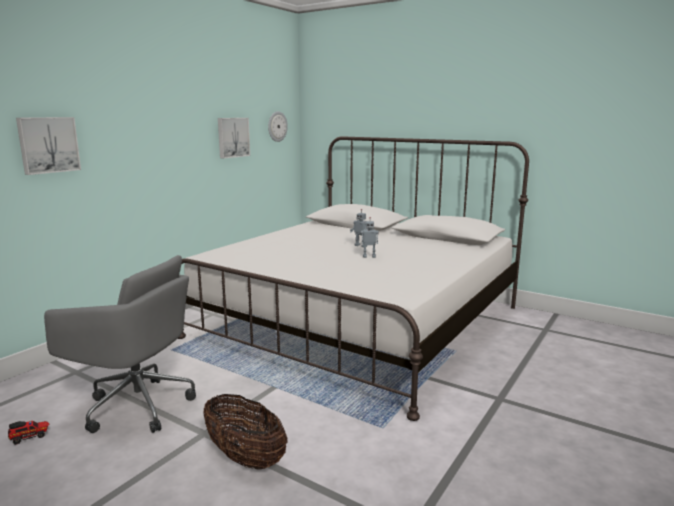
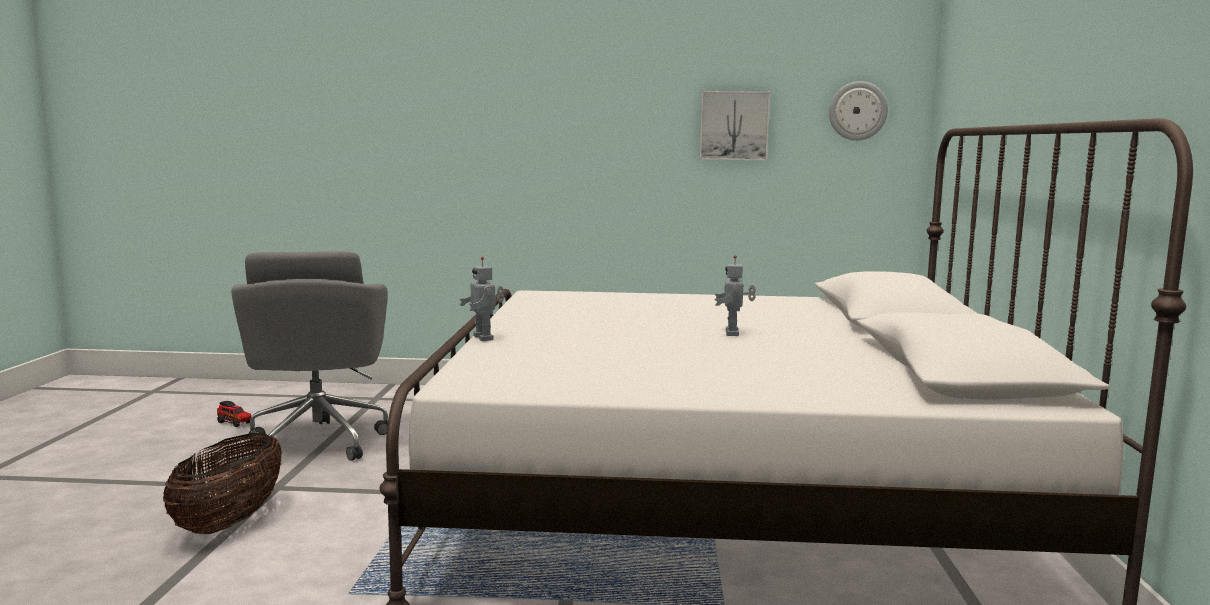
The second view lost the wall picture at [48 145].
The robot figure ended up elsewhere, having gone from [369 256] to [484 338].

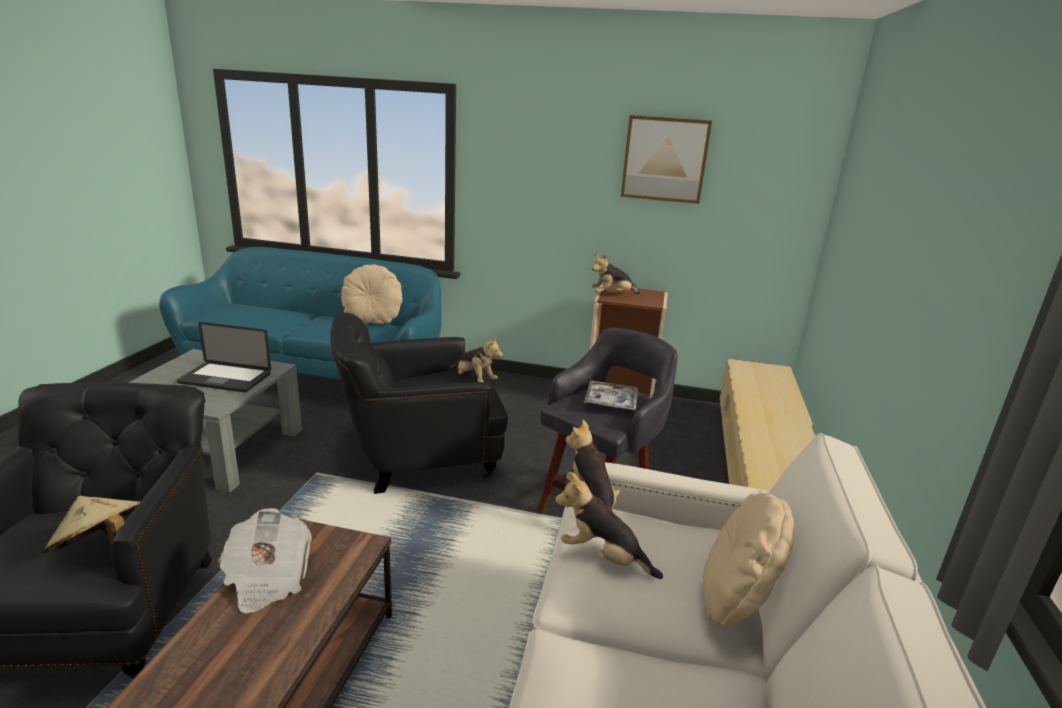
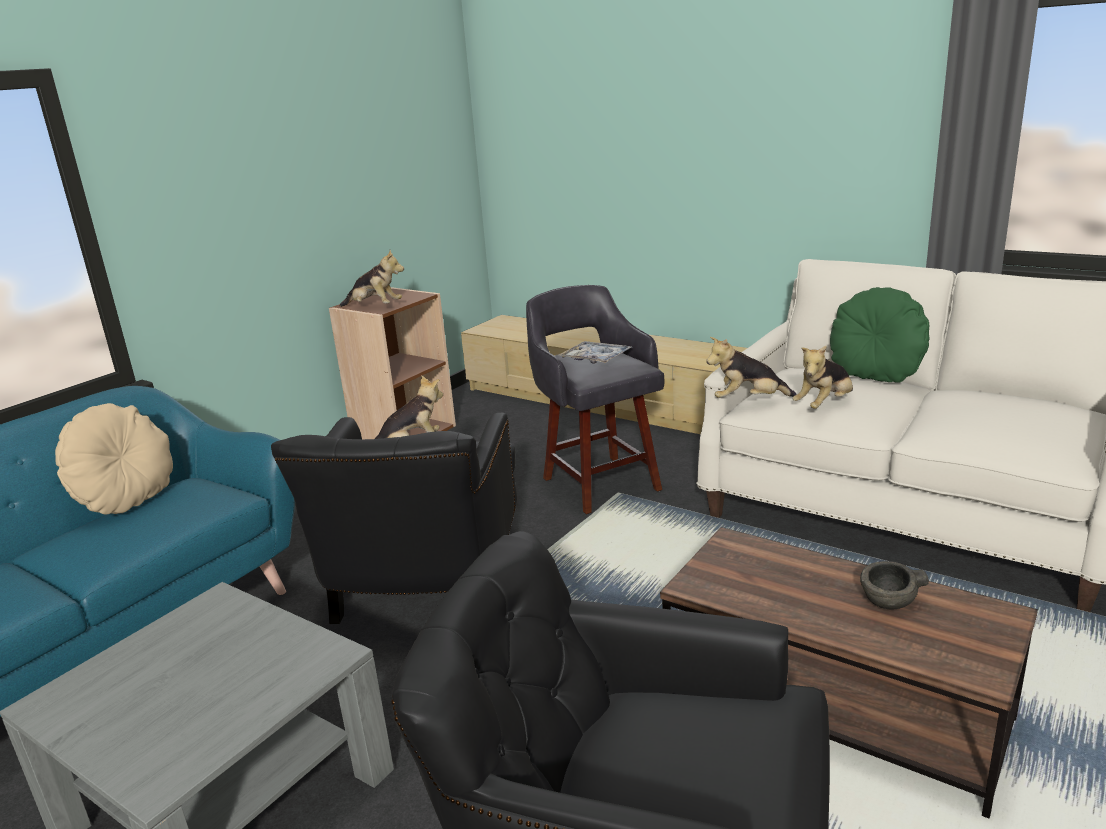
The second view lost the wall picture at [664 159].
The soft toy at [612 295] ended up facing another way, 75 degrees counterclockwise from before.
The second view lost the portable computer at [225 379].
What was the beige cushion at [735 603] turned into the greenish cushion at [875 376].
The second view lost the beige clothing hat at [101 549].
The second view lost the newspaper at [267 578].
The second view gained the greyish deep dish at [888 602].

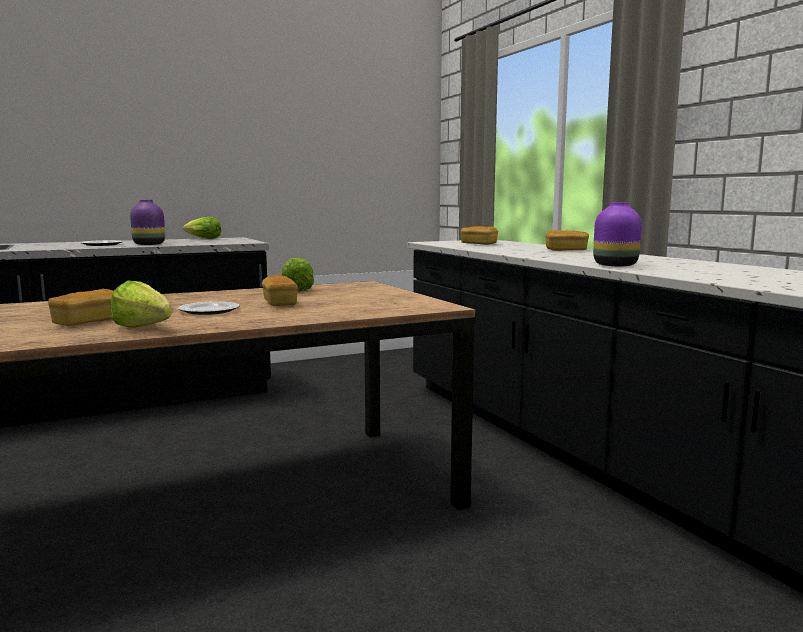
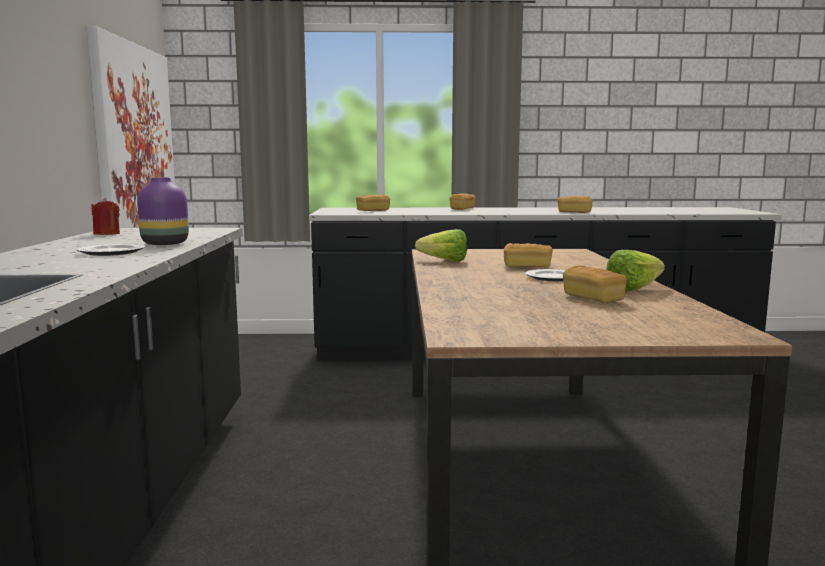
Where the purplish vase stood at [615 265], the bread came to stand at [574 212].
Where the head of lettuce stood at [203 239], the red wax candle came to stand at [106 234].
The second view gained the wall picture at [134 135].

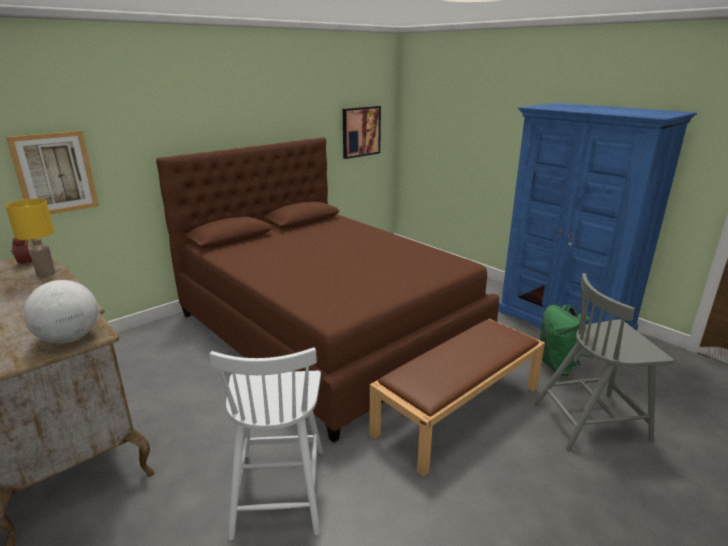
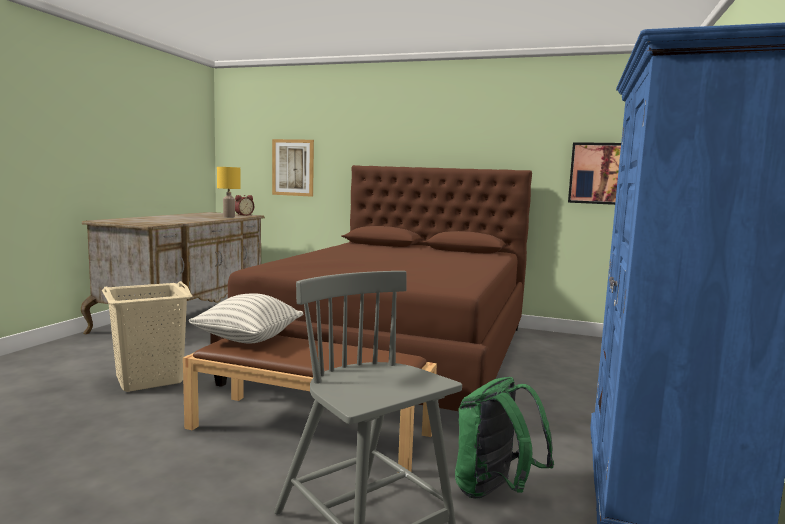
The second view lost the globe at [69 339].
Where the white upright chair stood at [279 489], the beige washing basket came to stand at [149 379].
The second view gained the cushion at [248 339].

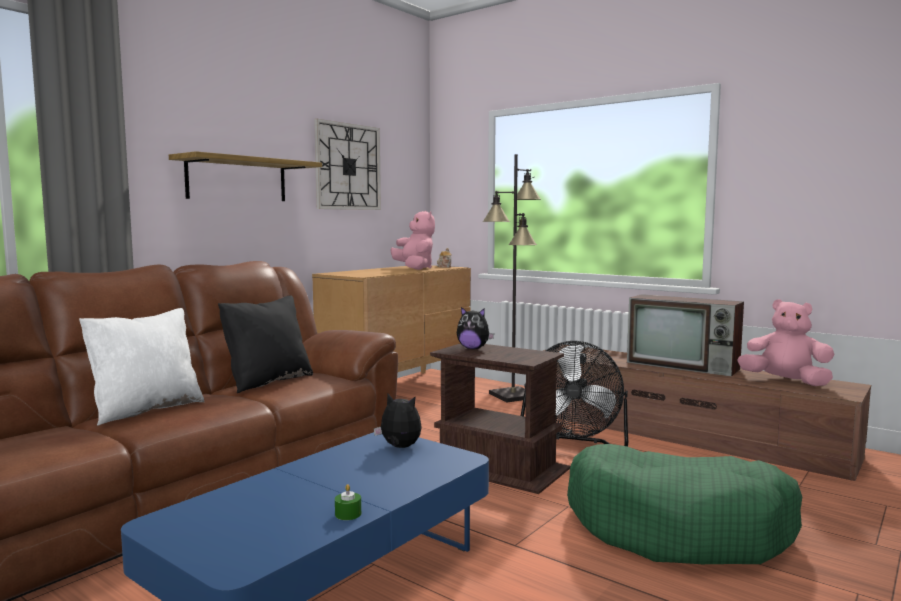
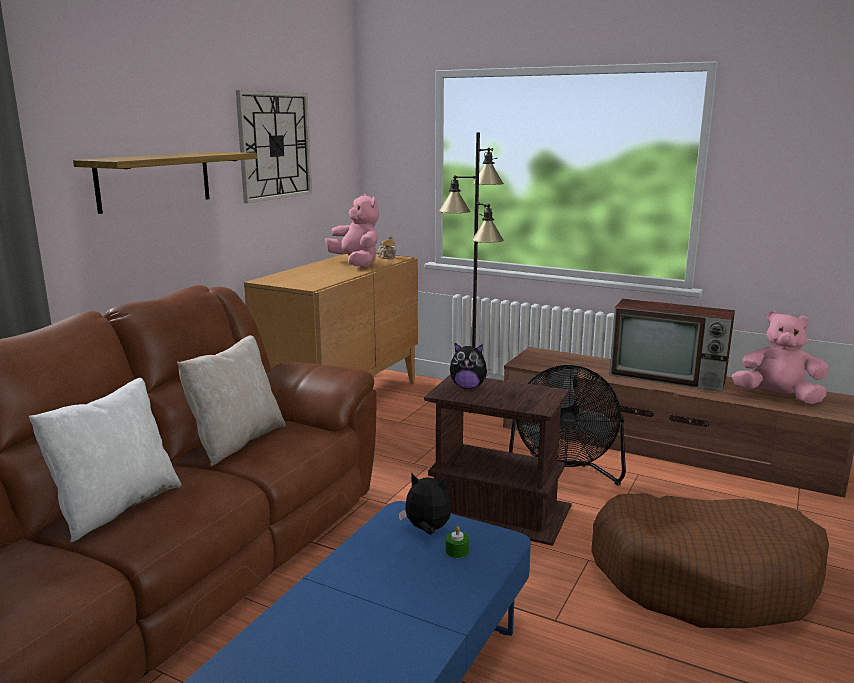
What was the black cushion at [267 381] turned into the beige cushion at [236 441].
What was the greenish dog cushion at [678 527] turned into the brown-coloured dog cushion at [705 578].
The greenish wax candle ended up elsewhere, having gone from [348 514] to [457 551].

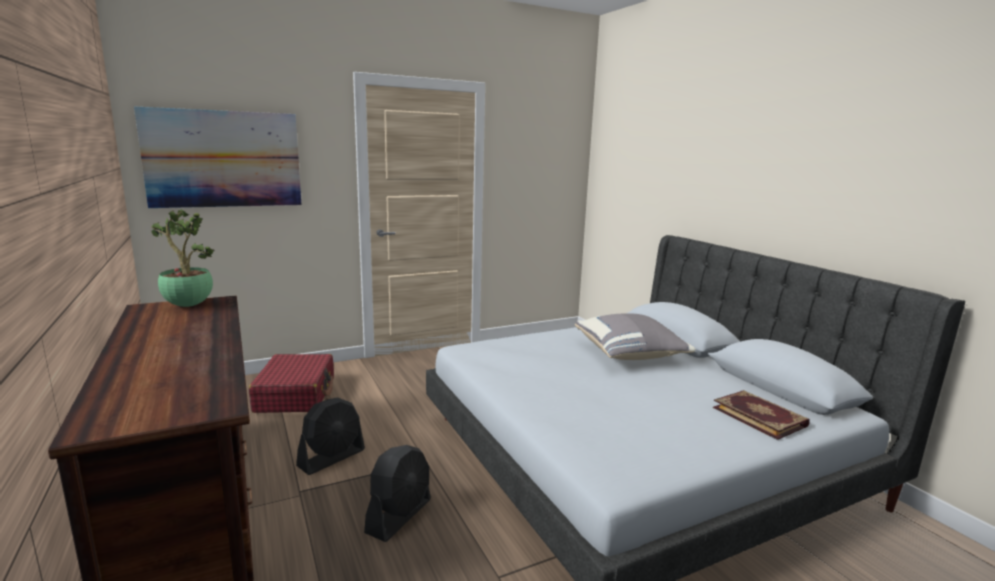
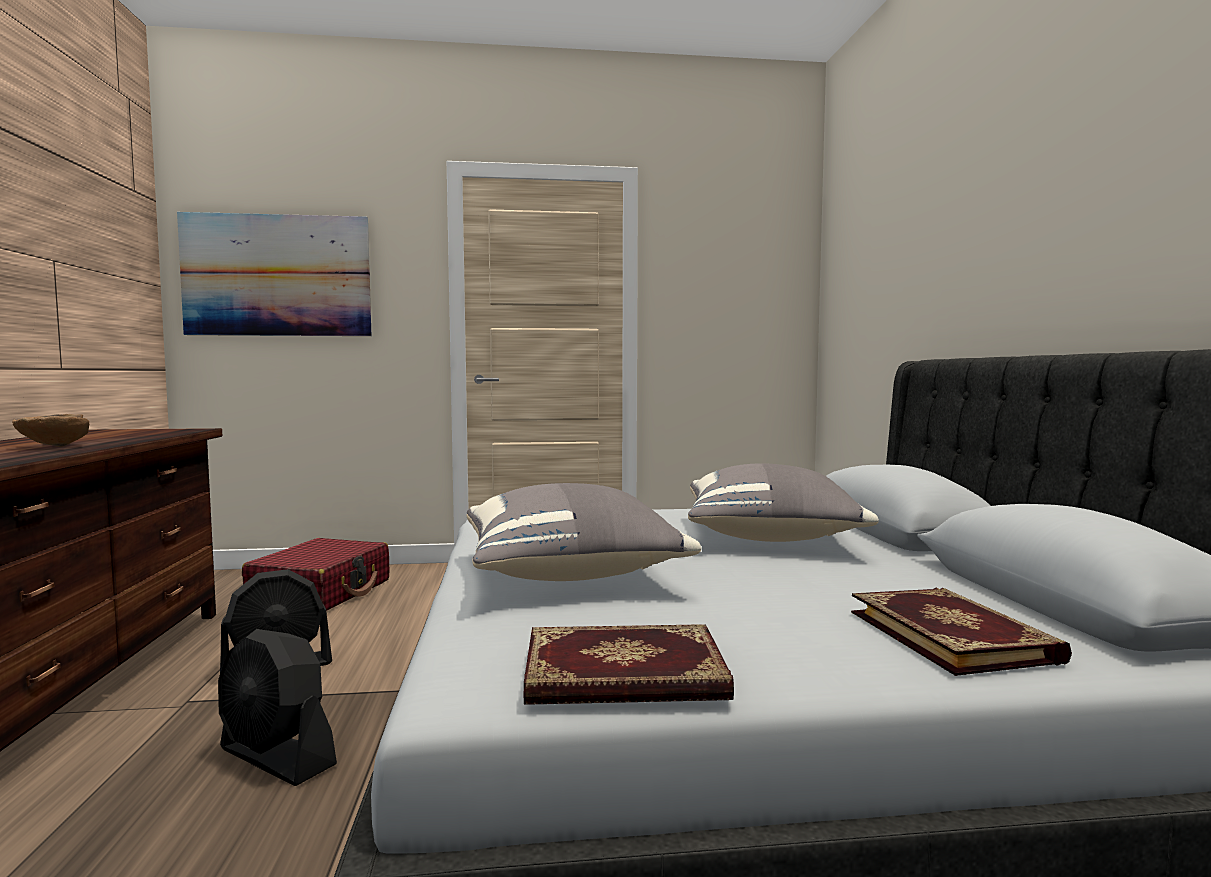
The second view lost the potted plant at [187 305].
The black fan at [399 516] ended up facing another way, 75 degrees clockwise from before.
The second view gained the brown-coloured deep dish at [52 447].
The second view gained the greyish cushion at [572 574].
The second view gained the bound book at [624 675].

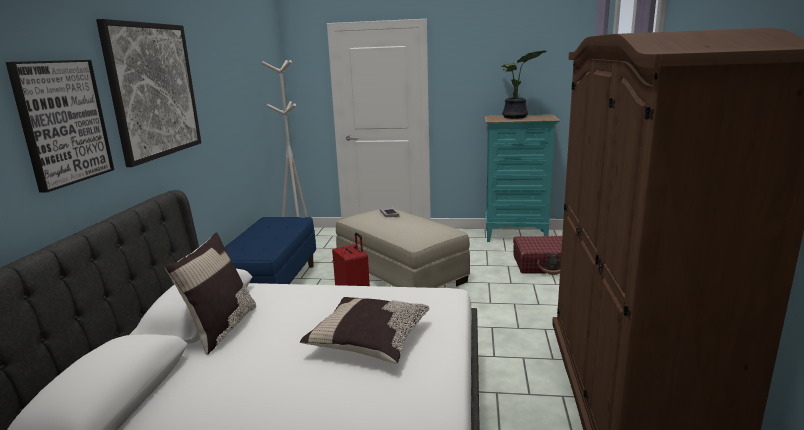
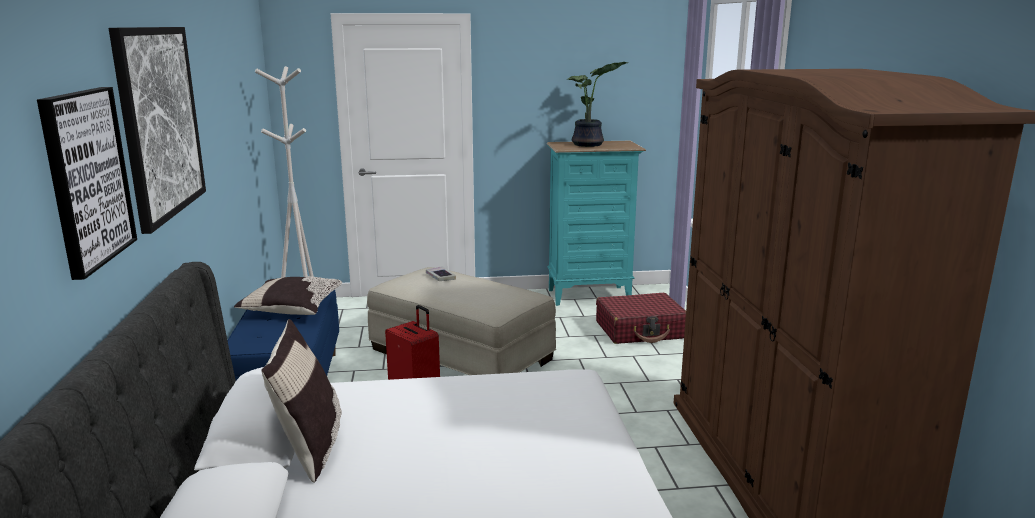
The cushion ended up elsewhere, having gone from [369 341] to [292 308].

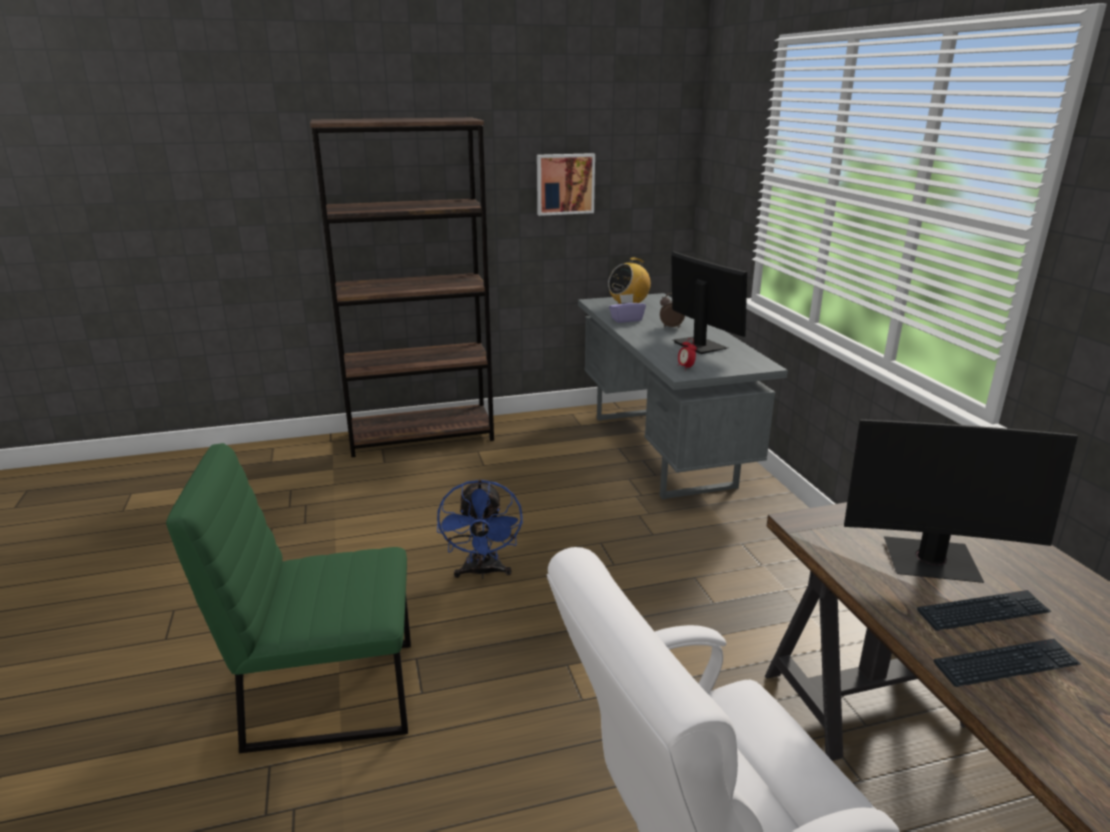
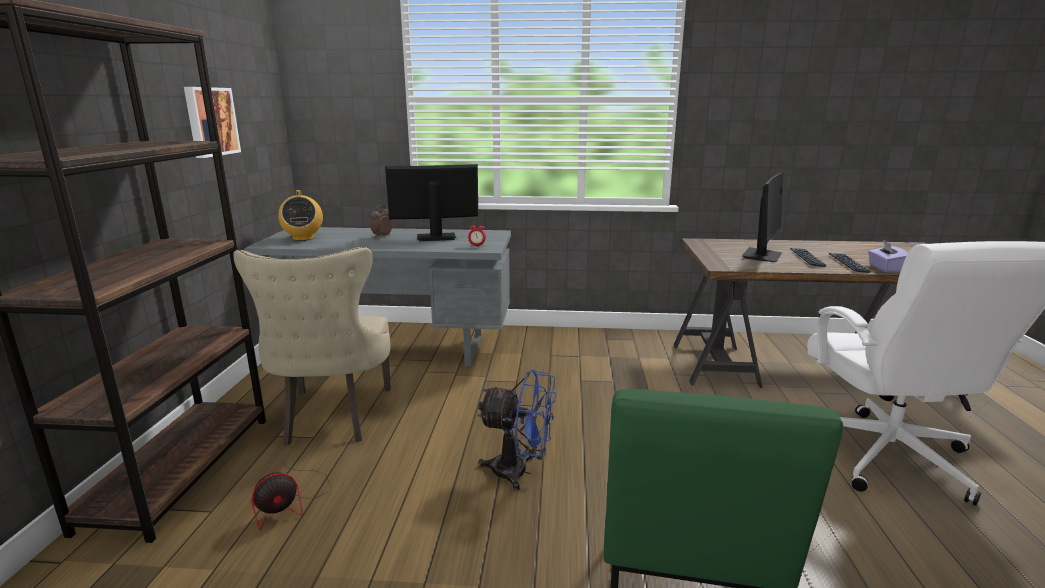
The purplish box of tissues ended up elsewhere, having gone from [626 319] to [885 268].
The second view gained the beige upright chair at [333 417].
The second view gained the fan at [290 502].

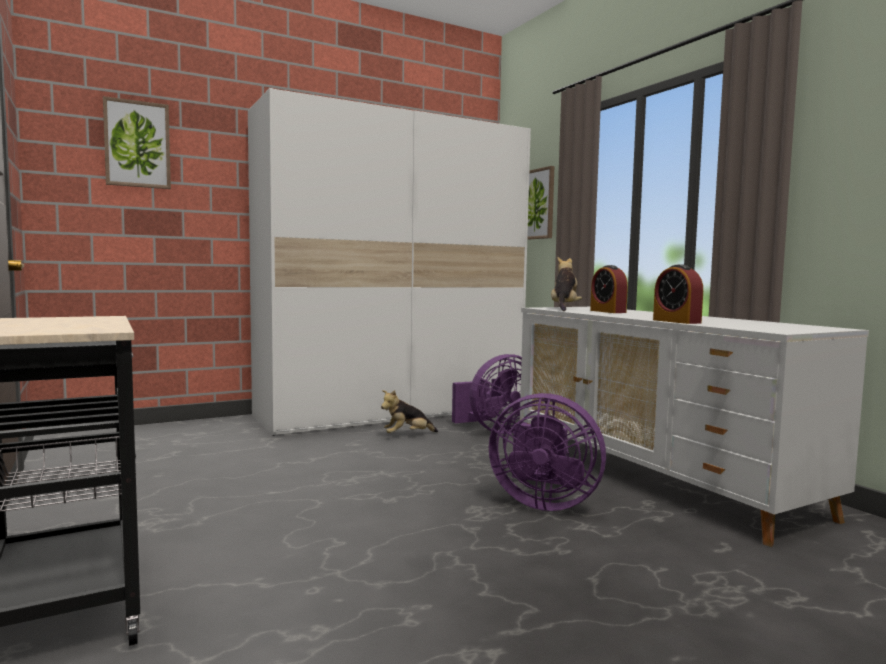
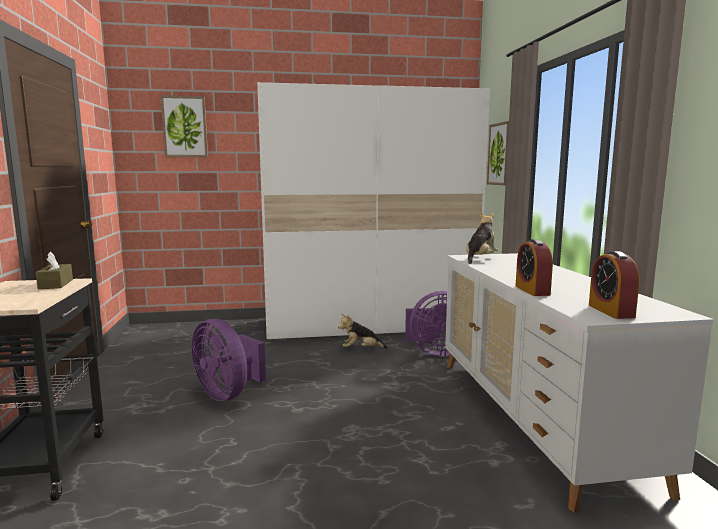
The alarm clock ended up elsewhere, having gone from [607 311] to [611 311].
The purplish fan ended up elsewhere, having gone from [543 502] to [228 393].
The second view gained the brown-coloured box of tissues at [56 284].

